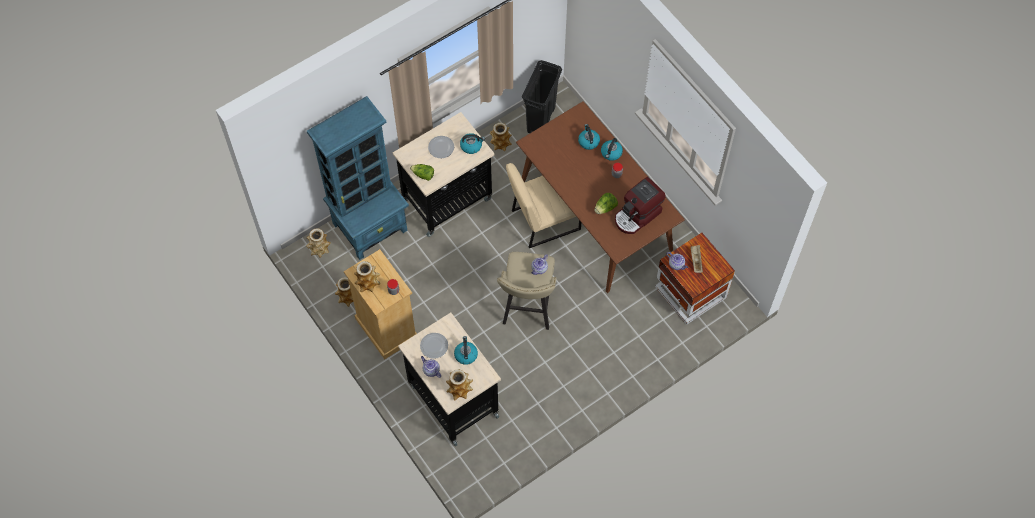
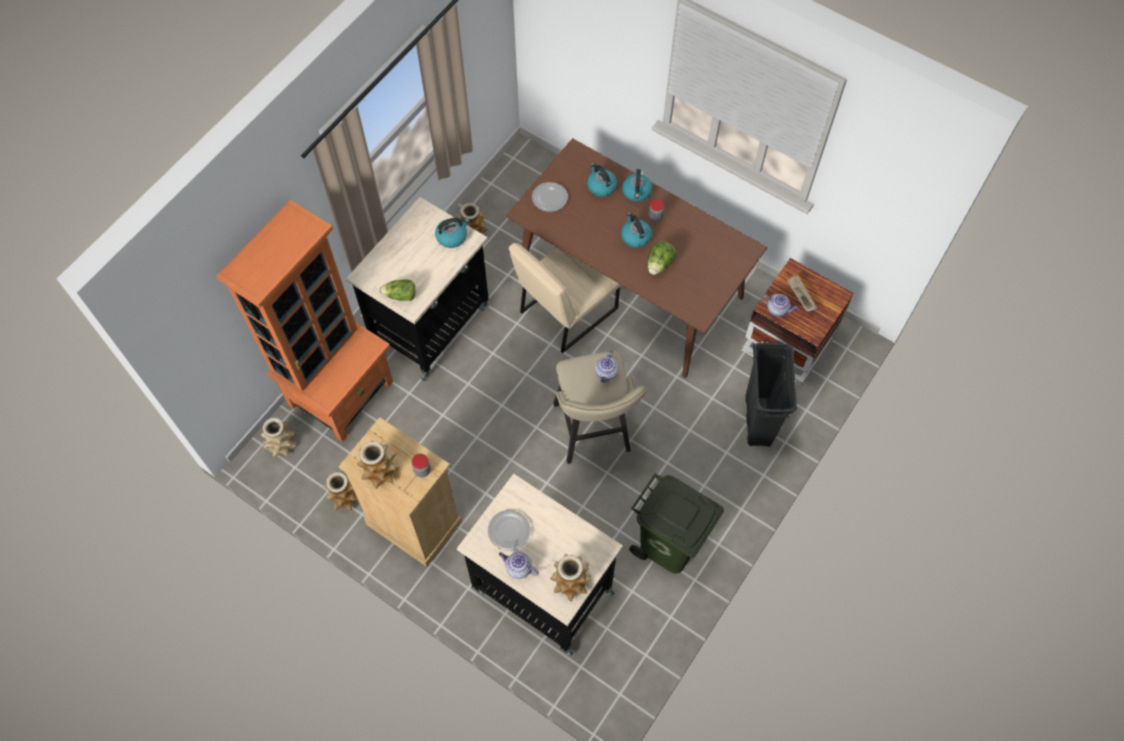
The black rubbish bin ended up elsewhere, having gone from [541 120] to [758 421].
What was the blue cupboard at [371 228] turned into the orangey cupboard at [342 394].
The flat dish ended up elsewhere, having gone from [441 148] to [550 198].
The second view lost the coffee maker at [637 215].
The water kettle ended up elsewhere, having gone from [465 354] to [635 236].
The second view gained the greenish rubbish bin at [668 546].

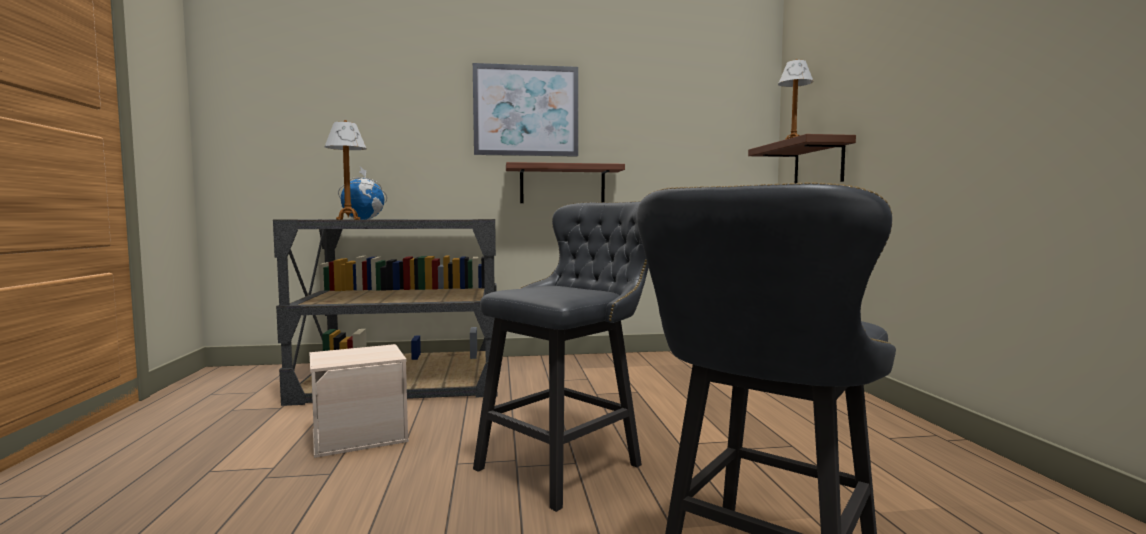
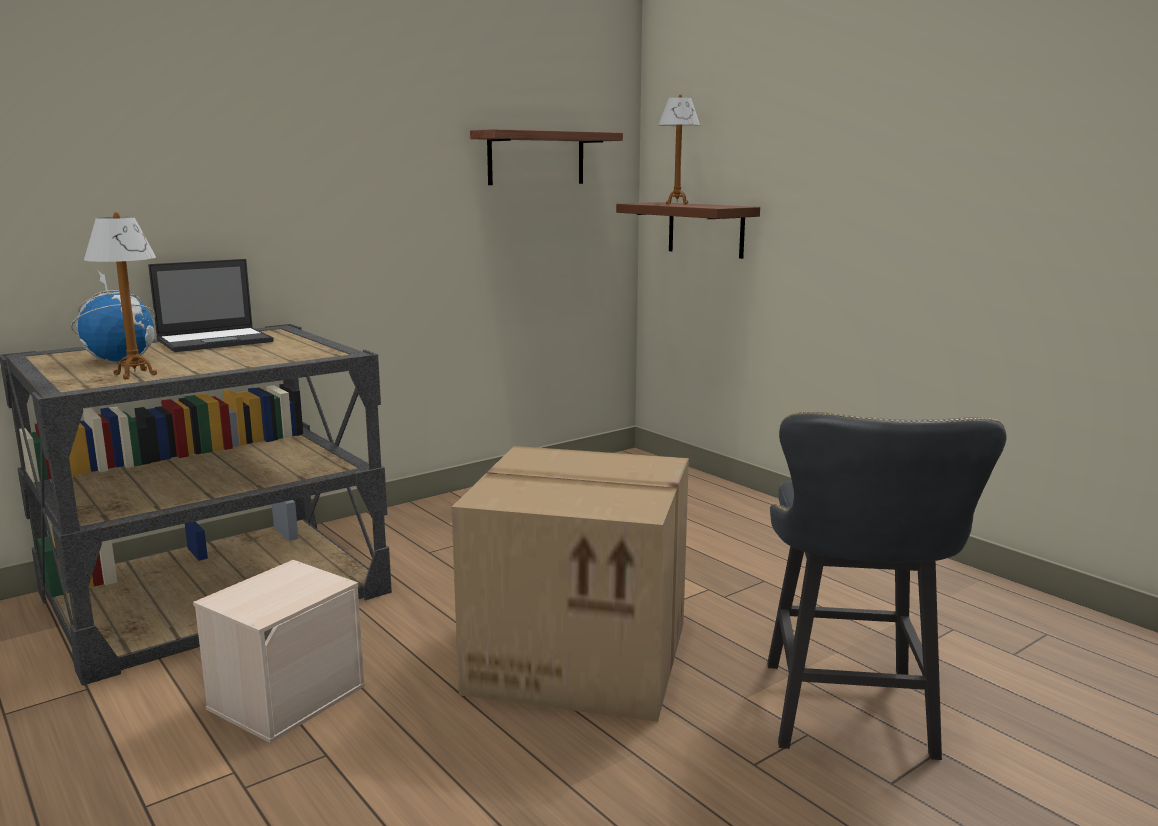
The second view lost the wall picture at [526 111].
The bracket shelf ended up elsewhere, having gone from [562 184] to [536 158].
Where the greyish sitting stool stood at [572 460], the packing box came to stand at [582 655].
The second view gained the portable computer at [216 341].

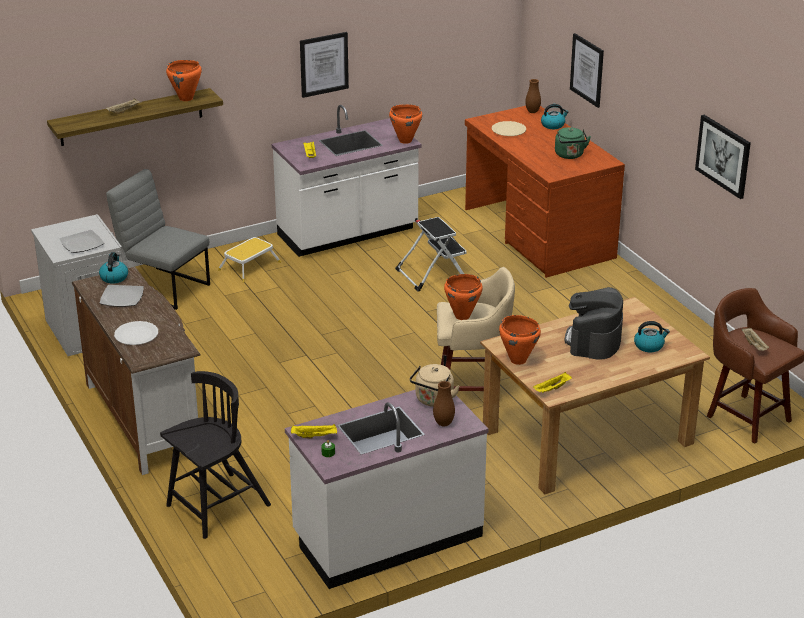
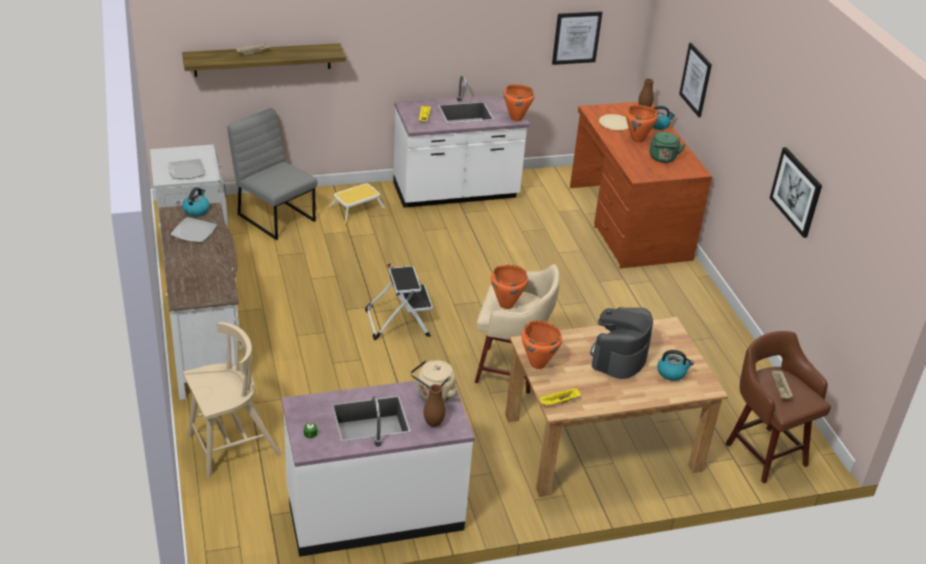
The wall picture ended up elsewhere, having gone from [324 64] to [576 37].
The orangey cooking pot ended up elsewhere, having gone from [186 98] to [637 140].
The step stool ended up elsewhere, having gone from [432 273] to [398 320].
The second view lost the white flat dish at [136 334].
What was the black upright chair at [216 506] turned into the beige upright chair at [231 446].
The second view lost the yellowish serving tray at [315 436].

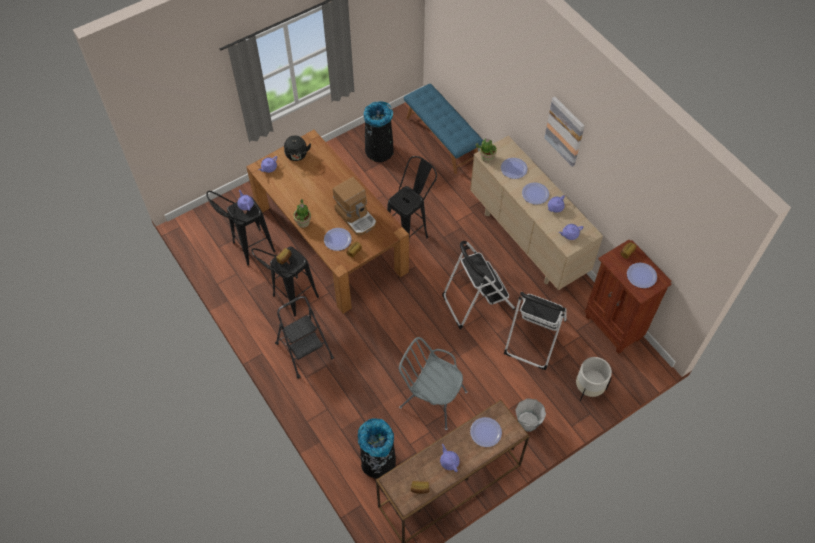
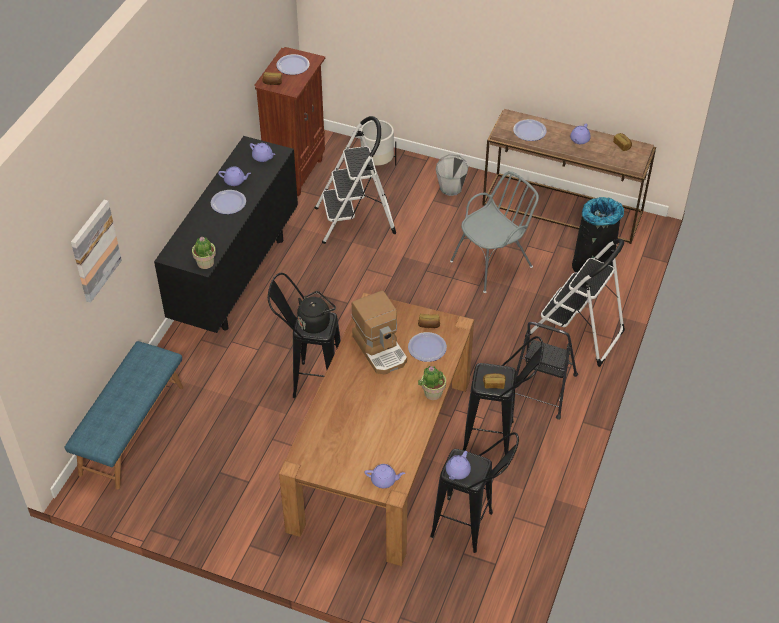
The wall picture ended up elsewhere, having gone from [565 131] to [95 250].
The second view lost the black rubbish bin at [379 150].
The black water kettle ended up elsewhere, having gone from [296 155] to [315 322].
What was the beige dresser at [527 240] turned into the black dresser at [236 278].
The second view lost the flat dish at [513 168].
The coffee maker at [356 217] ended up facing another way, 135 degrees clockwise from before.
The step stool ended up elsewhere, having gone from [476 302] to [578 333].
The greyish upright chair at [431 397] ended up facing another way, 120 degrees counterclockwise from before.

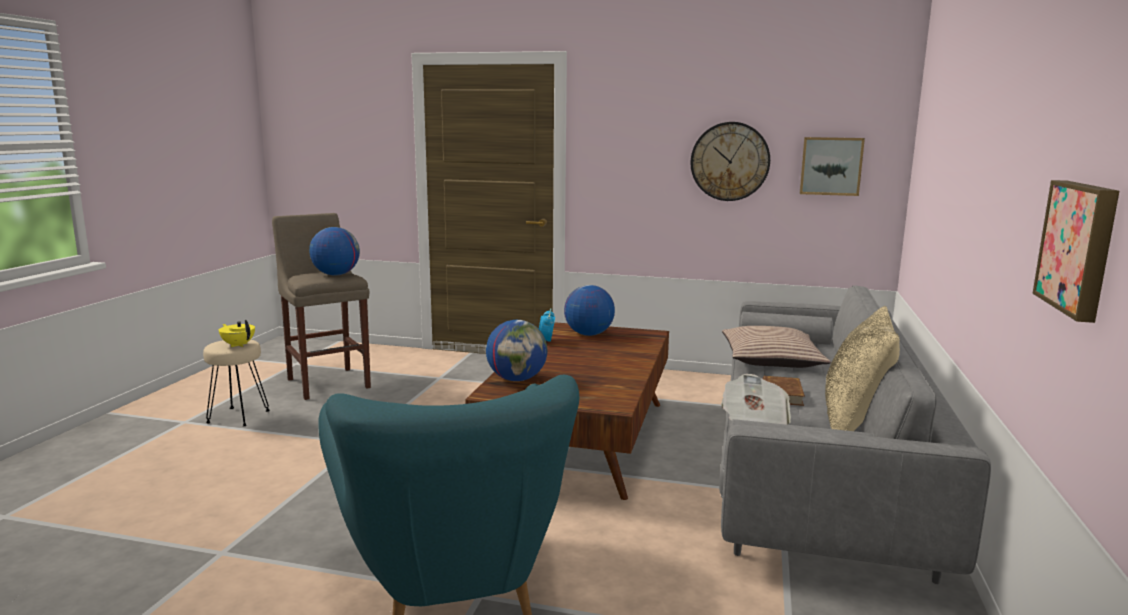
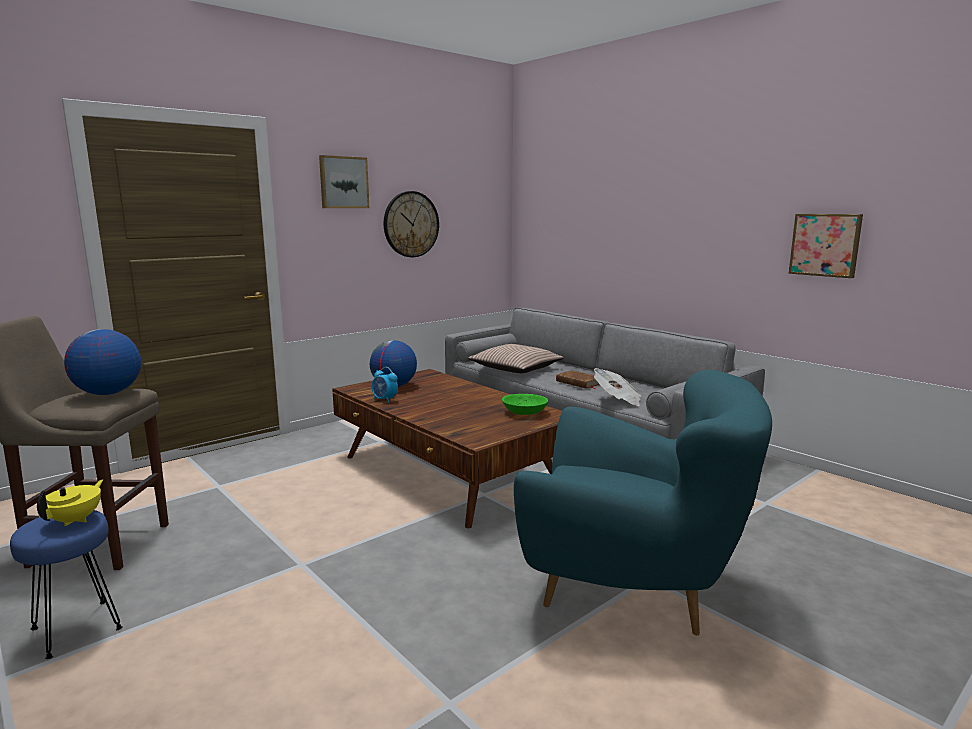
The wall picture ended up elsewhere, having gone from [831 166] to [343 182].
The second view lost the beige cushion at [854 426].
The yellowish tea pot at [238 345] ended up facing another way, 120 degrees clockwise from before.
The second view lost the globe at [517 379].
What was the beige sitting stool at [239 416] turned into the blue sitting stool at [77 628].
The second view gained the greenish deep dish at [524 412].

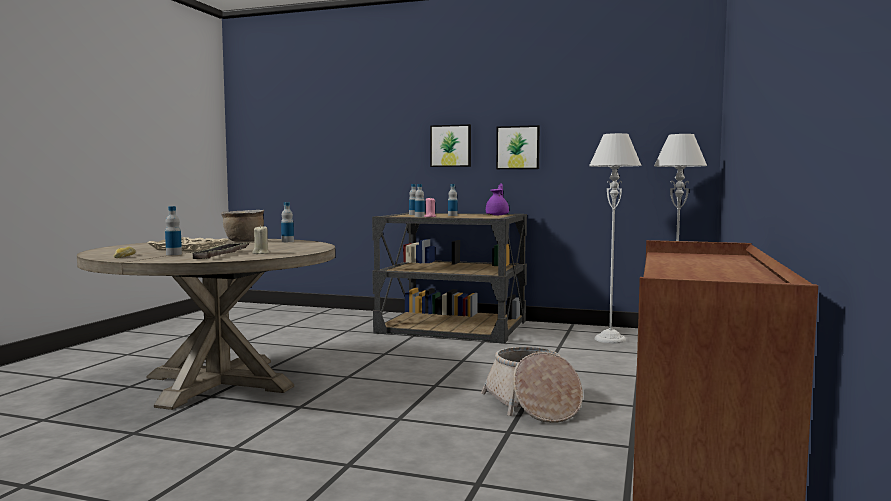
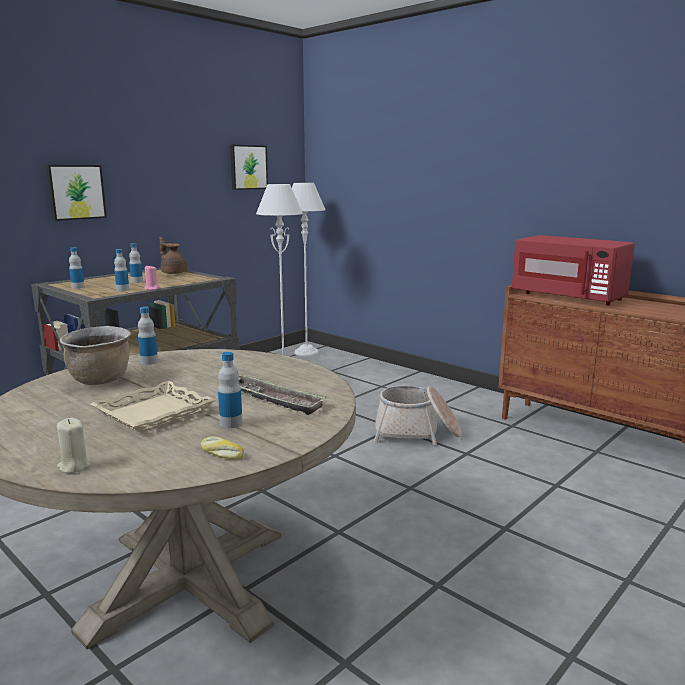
The wall picture ended up elsewhere, having gone from [518 147] to [248 167].
What was the purplish tea pot at [497 215] turned into the brown-coloured tea pot at [173 273].
The beige wax candle ended up elsewhere, having gone from [261 253] to [74 466].
The second view gained the red microwave oven at [569 297].

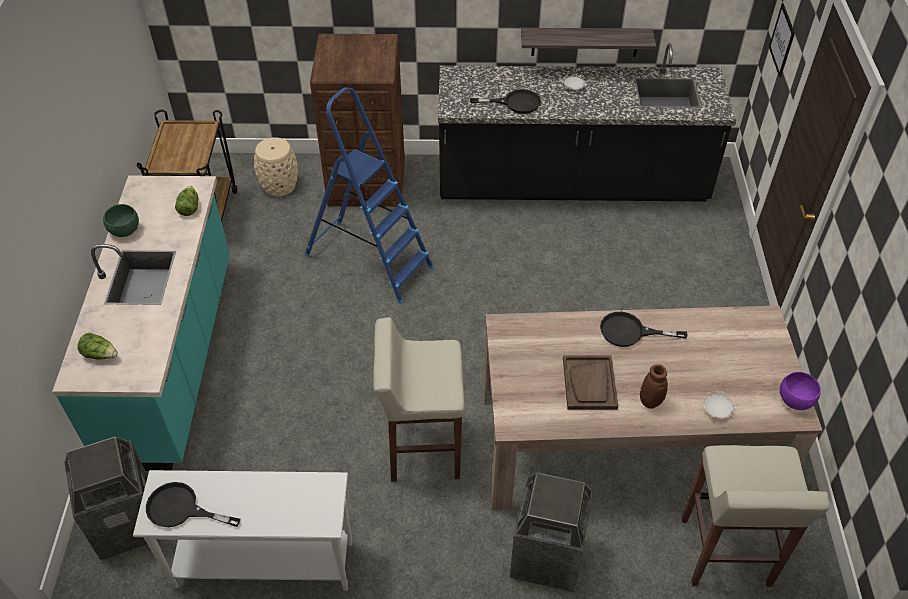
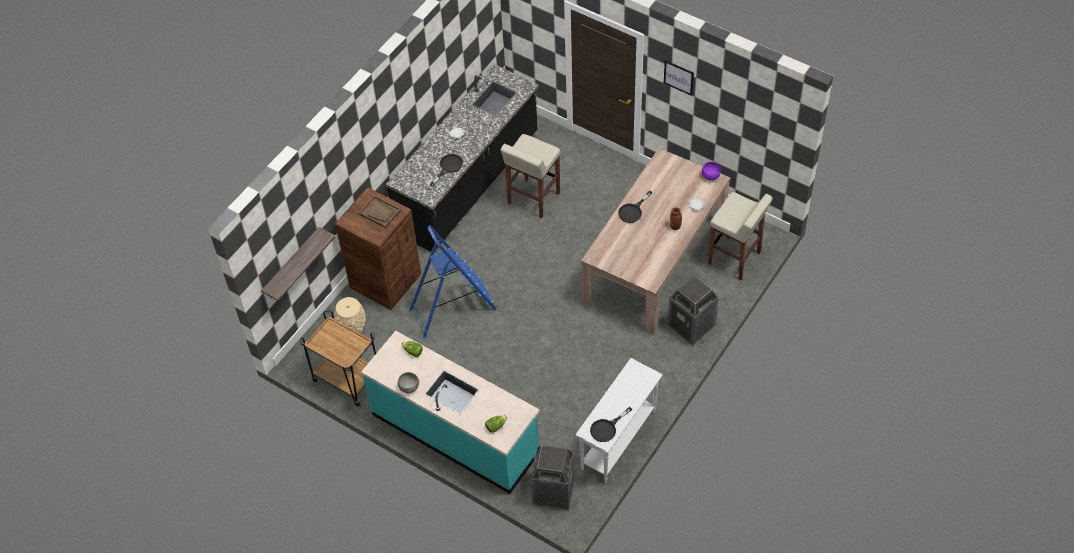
The wall picture ended up elsewhere, having gone from [782 40] to [678 77].
The bracket shelf ended up elsewhere, having gone from [585 42] to [292 264].
What was the greenish deep dish at [124 231] turned into the greyish deep dish at [409 388].
The beige sitting stool ended up elsewhere, having gone from [423 448] to [533 199].
The brown-coloured serving tray ended up elsewhere, having gone from [589 384] to [380 212].

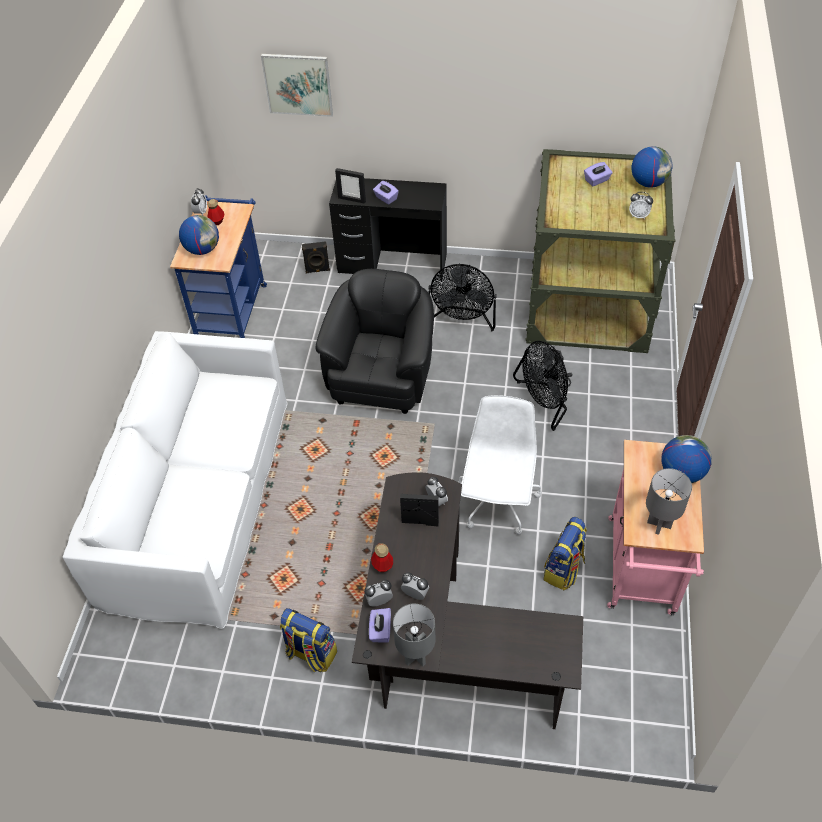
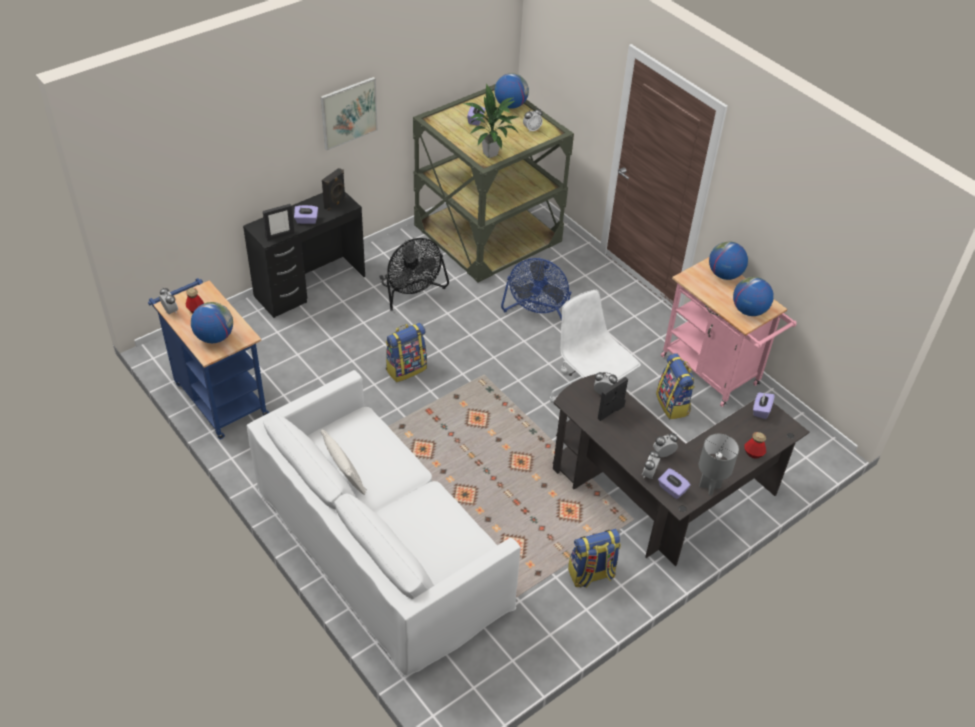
The wall picture ended up elsewhere, having gone from [298 84] to [349 113].
The black speaker ended up elsewhere, having gone from [317 270] to [335 204].
Where the black lounge chair stood at [381 377], the knapsack came to stand at [406 368].
What was the black fan at [546 398] turned into the blue fan at [535 310].
Where the greyish tabletop lamp stood at [658 524], the globe came to stand at [749 310].
The bottle ended up elsewhere, having gone from [382 565] to [753 453].
The second view gained the potted plant at [490 154].
The second view gained the purplish box of tissues at [761 410].
The second view gained the white cushion at [344 474].

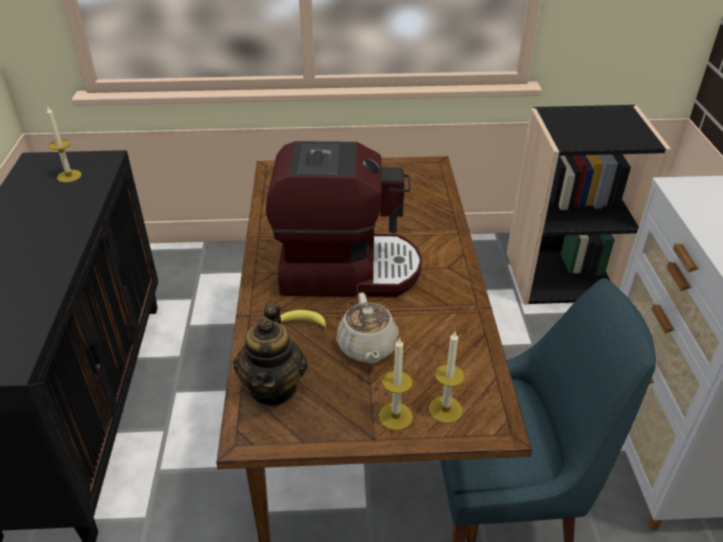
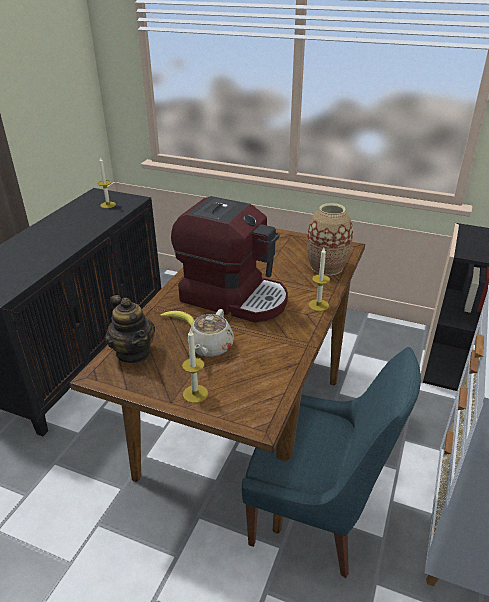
The tea pot at [274 388] ended up facing another way, 60 degrees counterclockwise from before.
The wax candle ended up elsewhere, having gone from [445 409] to [318 305].
The second view gained the vase at [326 267].

